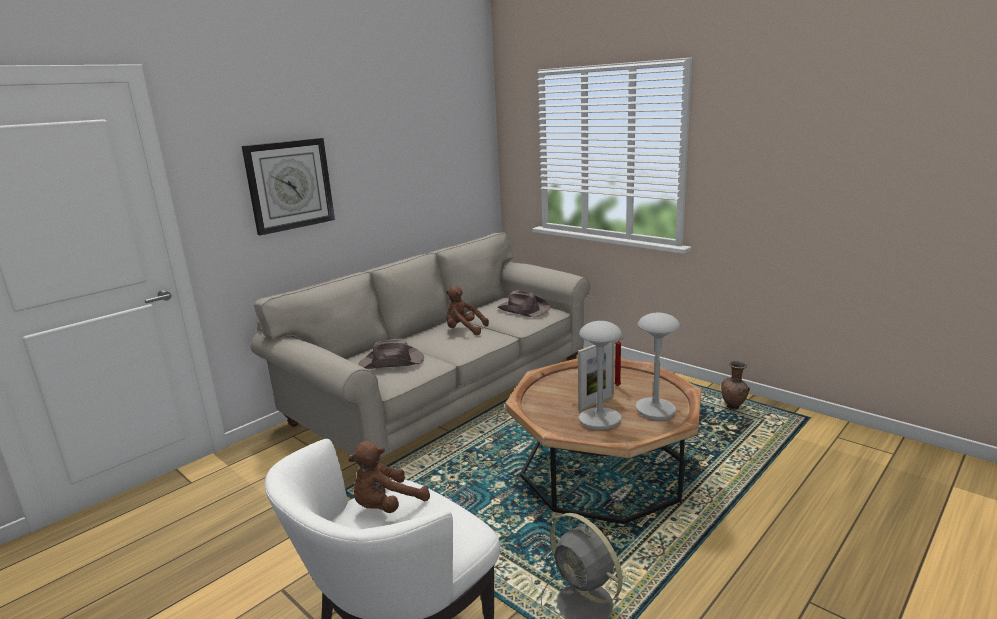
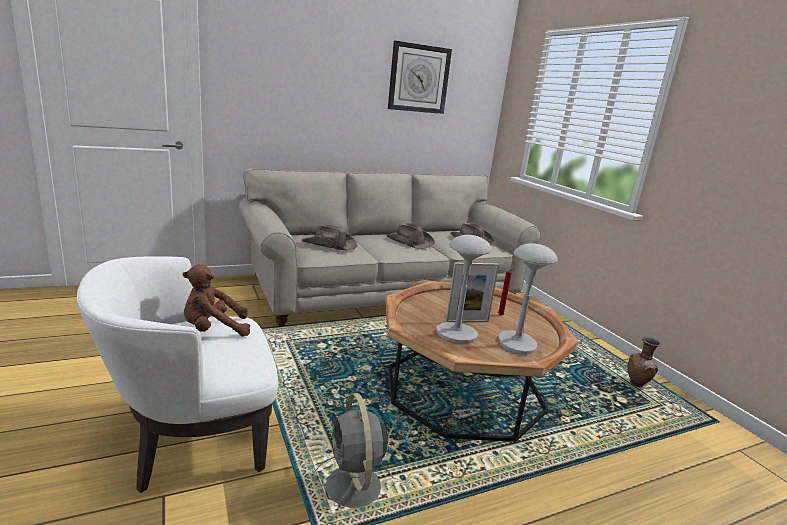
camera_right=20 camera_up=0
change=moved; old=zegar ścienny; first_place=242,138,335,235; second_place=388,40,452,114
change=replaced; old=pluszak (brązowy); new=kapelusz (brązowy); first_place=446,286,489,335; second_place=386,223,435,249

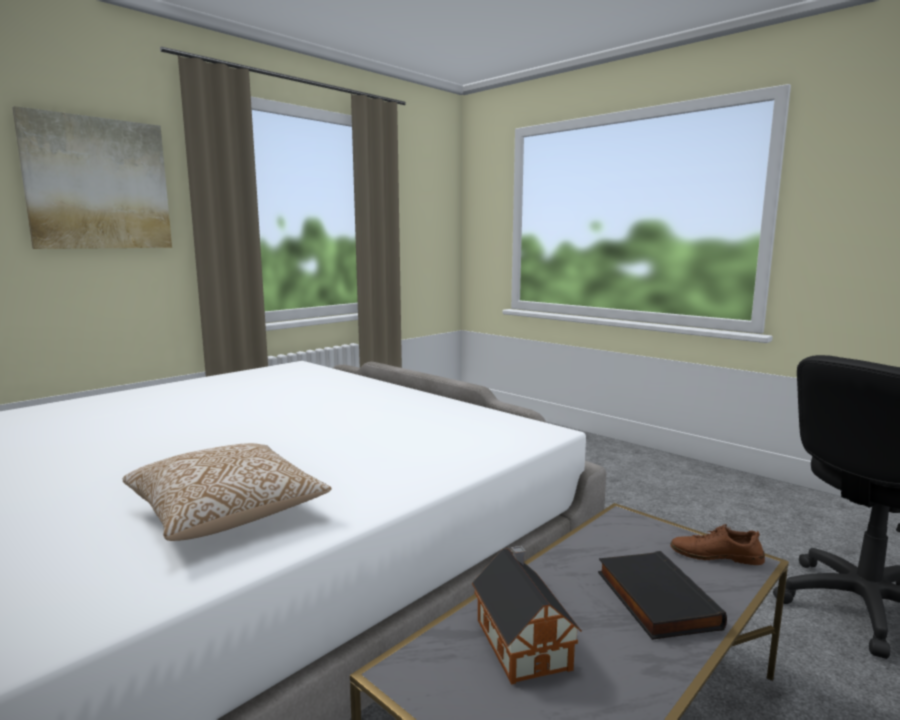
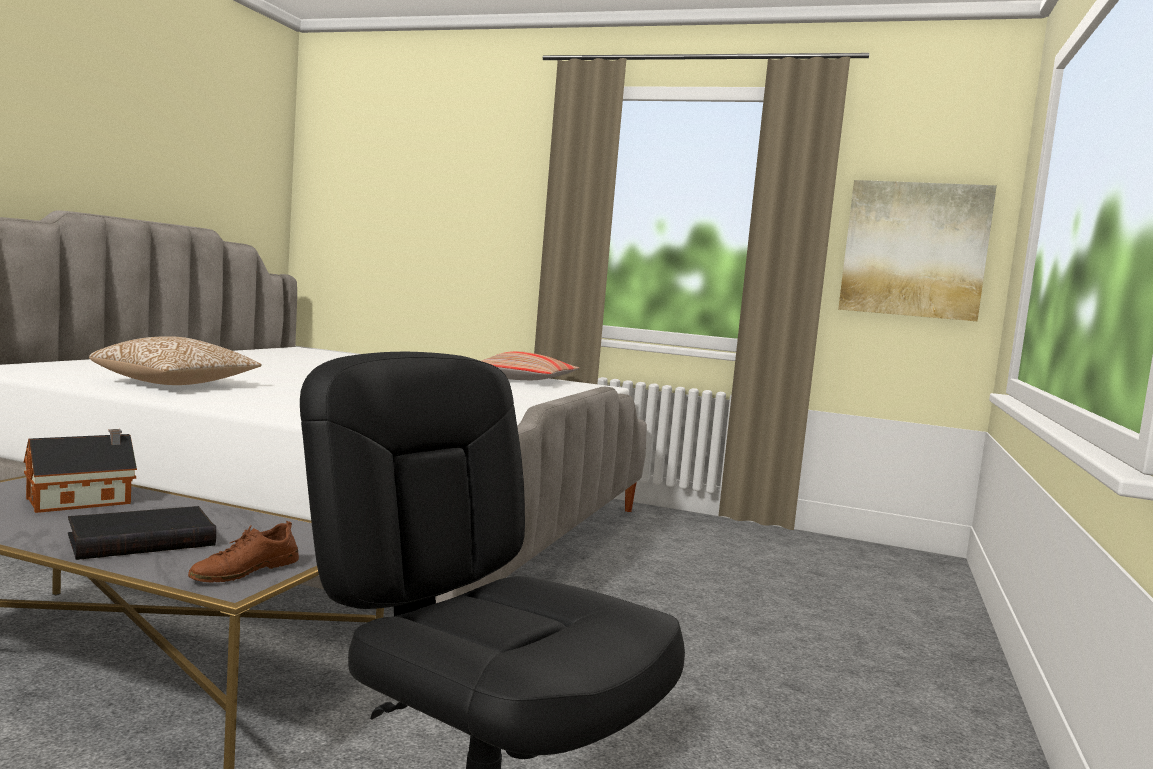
camera_right=65 camera_up=-5
change=moved; old=obraz; first_place=12,106,172,249; second_place=838,180,997,321
change=turned; old=but (brązowy); first_place=670,524,765,565; second_place=188,521,299,582; degrees=-135
change=added; new=poduszka; second_place=481,351,579,380

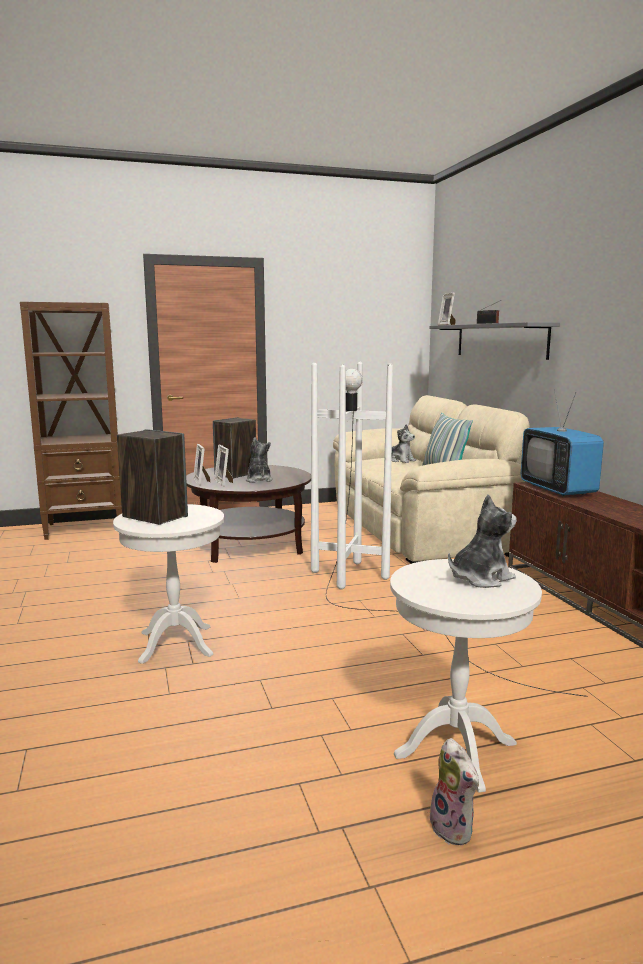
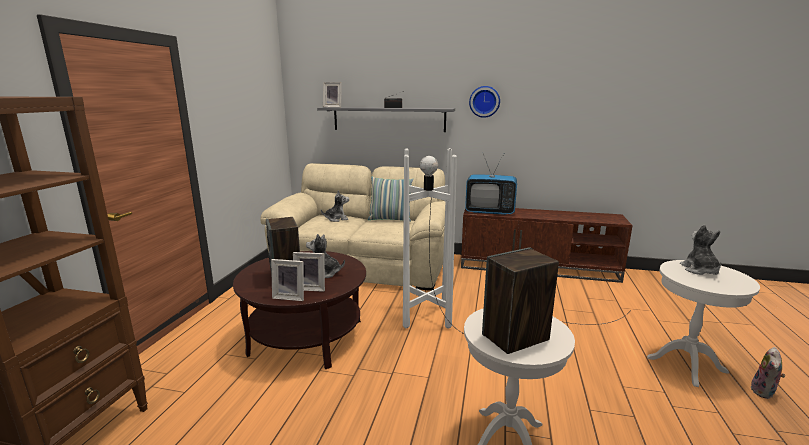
camera_right=-60 camera_up=5
change=turned; old=pluszak; first_place=430,738,479,845; second_place=750,347,785,399; degrees=120
change=added; new=zegar ścienny; second_place=469,86,500,118

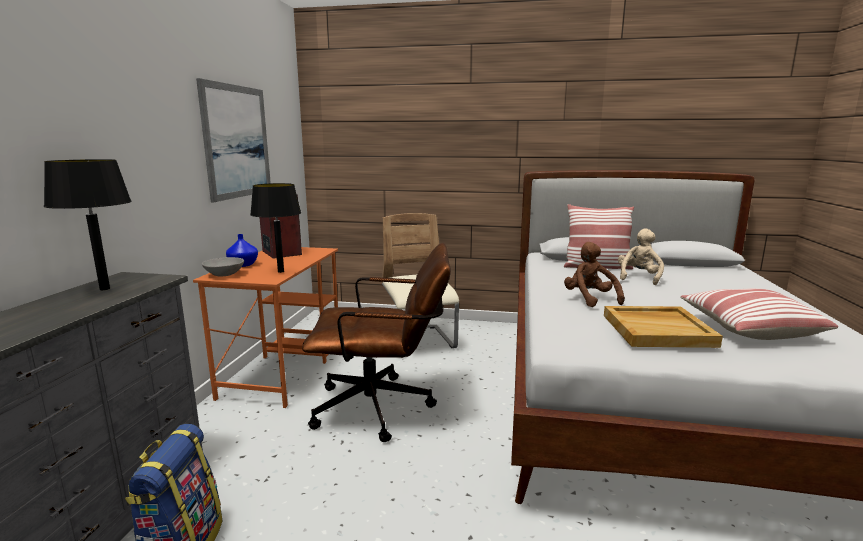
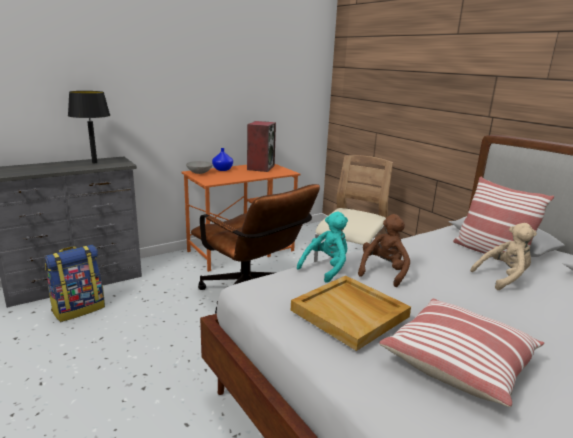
camera_right=45 camera_up=5
change=removed; old=obraz; first_place=196,78,271,202
change=removed; old=lampa stołowa (czarny); first_place=250,183,301,273
change=added; new=pluszak (turkusowy); second_place=297,211,348,283

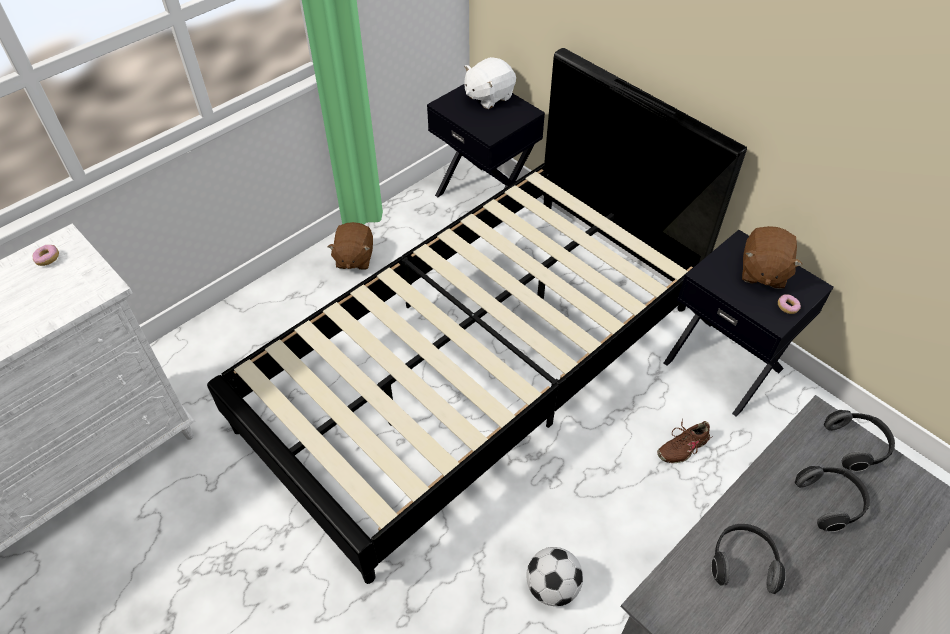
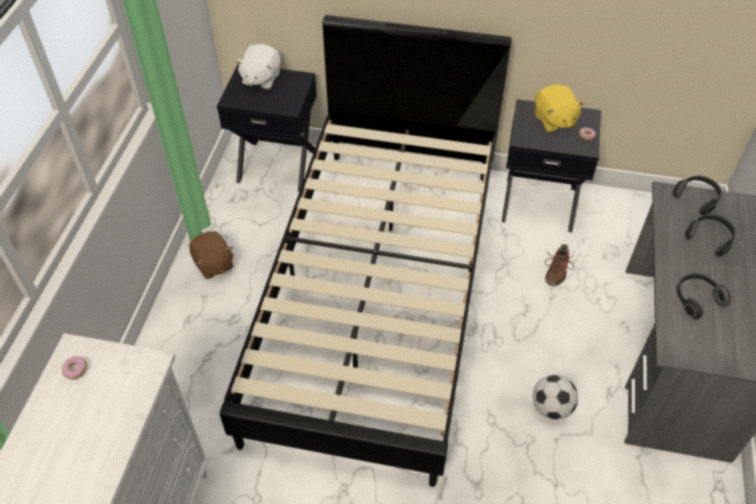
camera_right=-35 camera_up=0
change=recoloured; old=pluszak (brązowy); new=pluszak (żółty); first_place=742,226,802,289; second_place=535,84,585,133

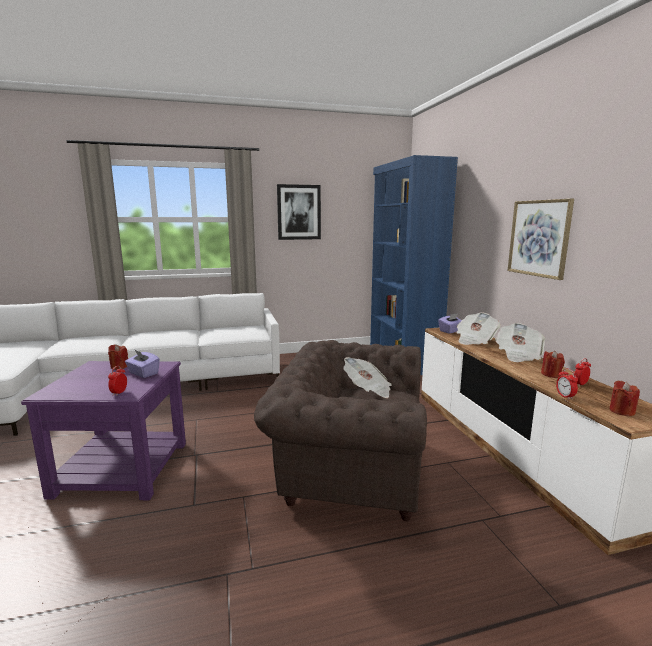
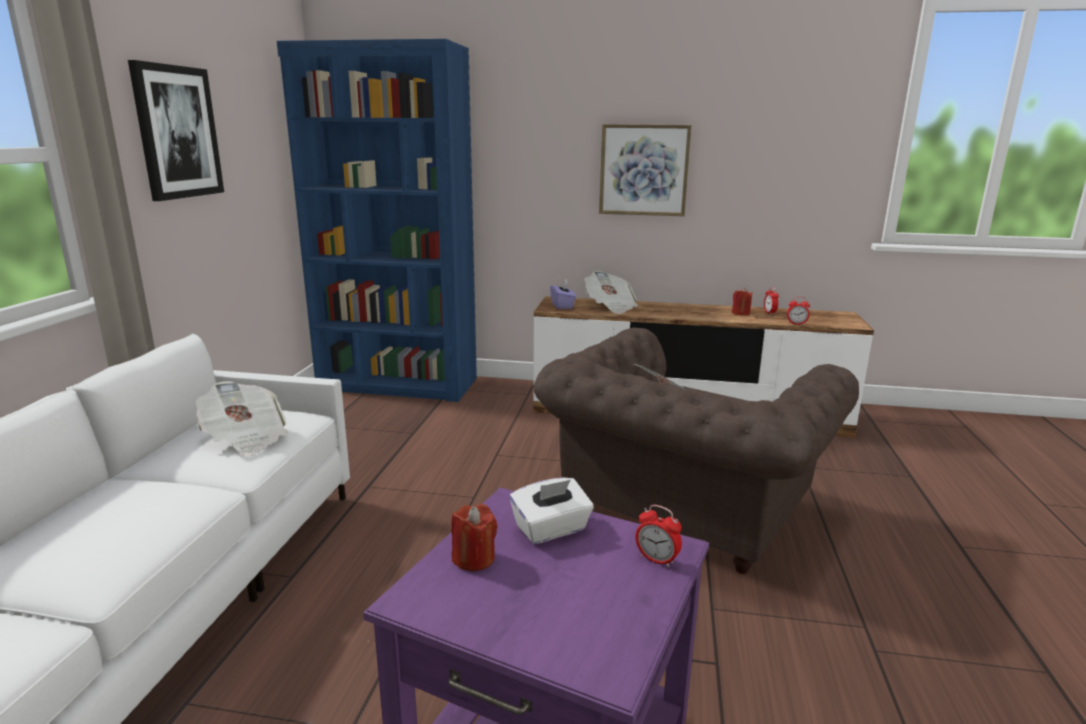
camera_right=-65 camera_up=5
change=moved; old=gazeta; first_place=495,323,546,362; second_place=196,381,288,456
change=recoloured; old=pudełko chusteczek (fioletowy); new=pudełko chusteczek (biały); first_place=125,349,160,378; second_place=510,478,594,544
change=removed; old=świeca (czerwony); first_place=609,381,640,416

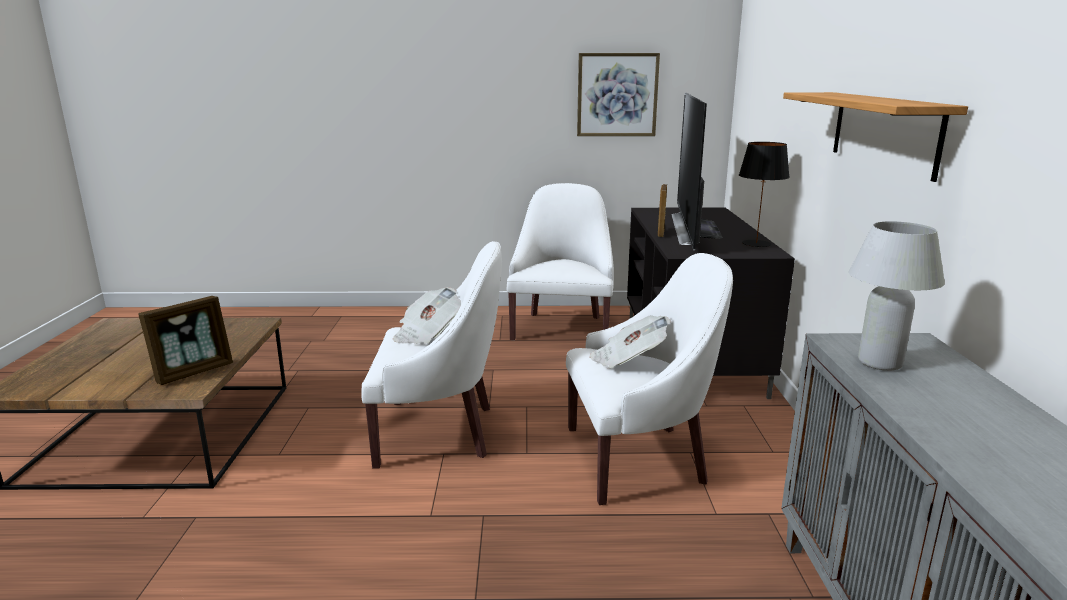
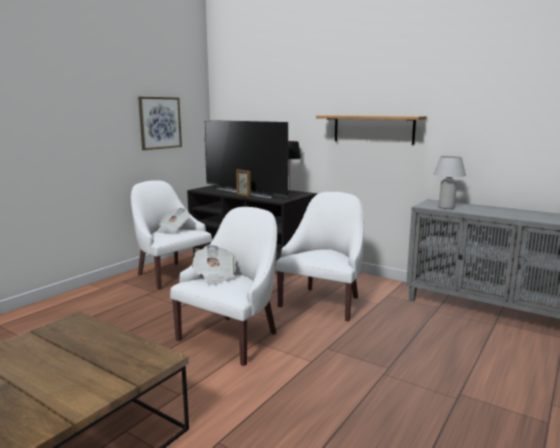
camera_right=-55 camera_up=-5
change=removed; old=ramka na zdjęcie; first_place=138,296,233,385
change=moved; old=gazeta; first_place=589,315,671,369; second_place=157,208,190,233

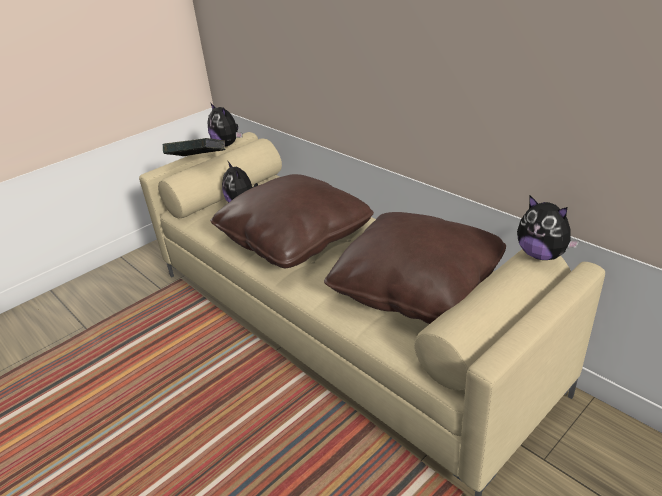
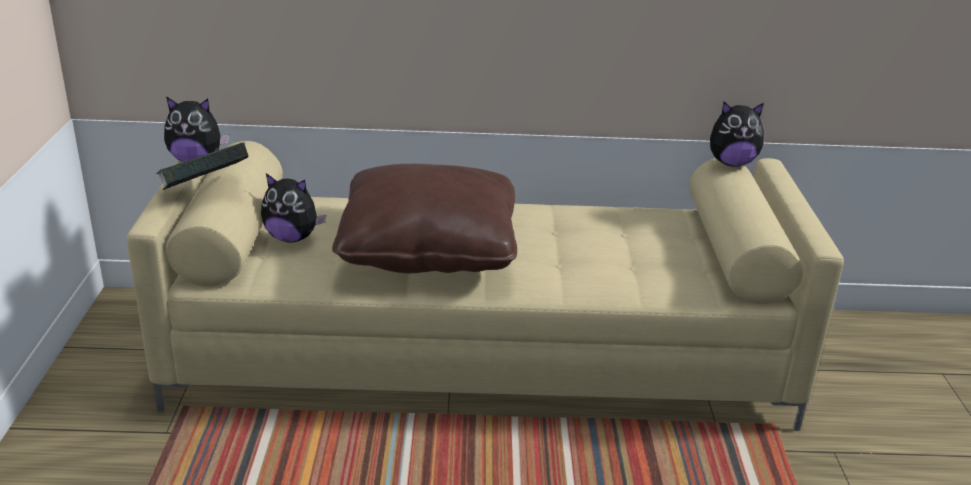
camera_right=-50 camera_up=-5
change=removed; old=poduszka (brązowy); first_place=324,212,506,324

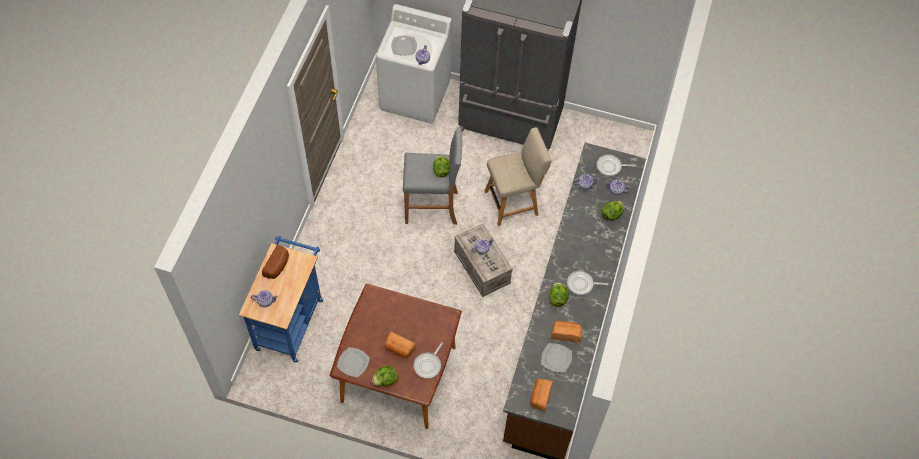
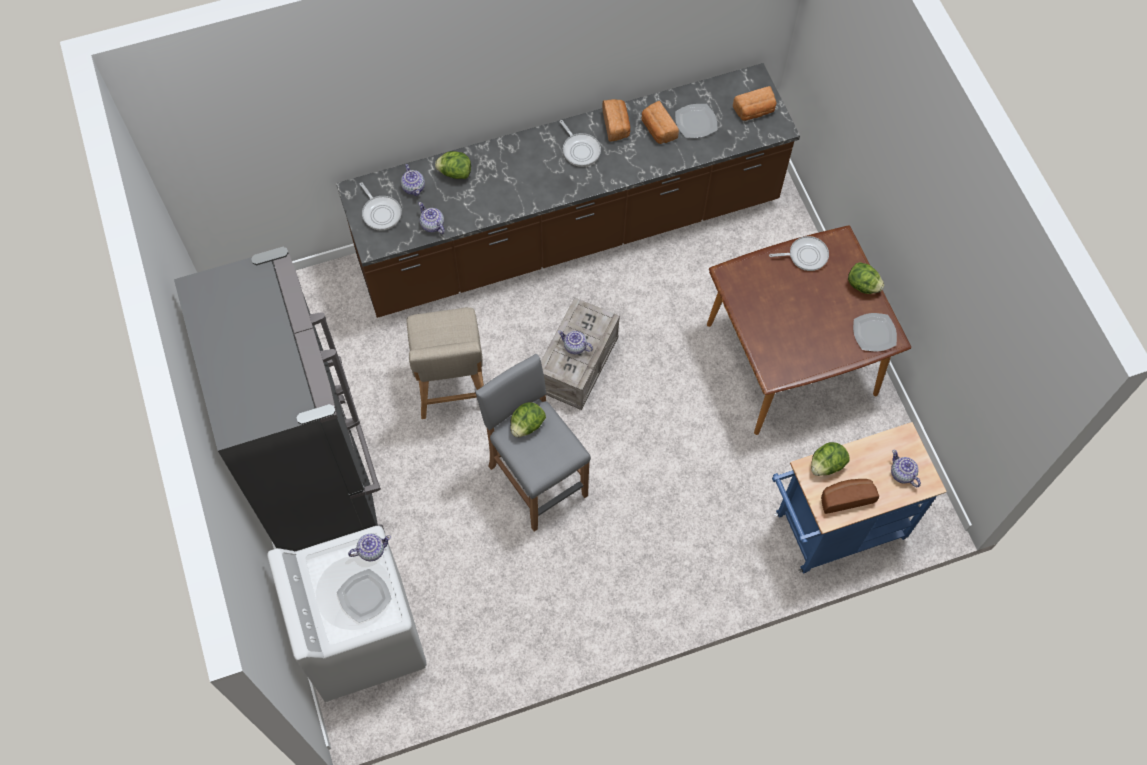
camera_right=-125 camera_up=5
change=turned; old=krzesło (beżowy); first_place=485,127,552,226; second_place=407,307,484,419; degrees=-135
change=moved; old=sałata; first_place=549,282,569,307; second_place=811,442,849,476
change=moved; old=chleb; first_place=385,332,416,359; second_place=603,99,630,142

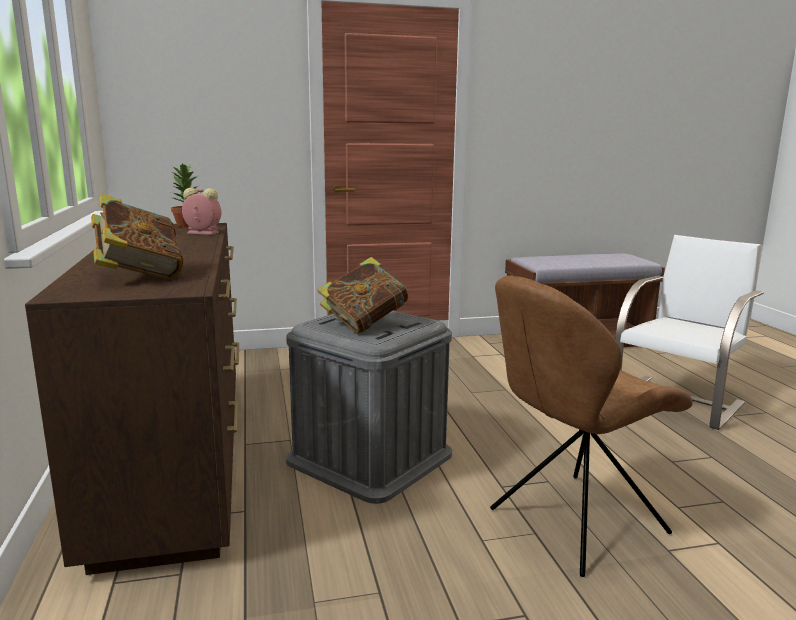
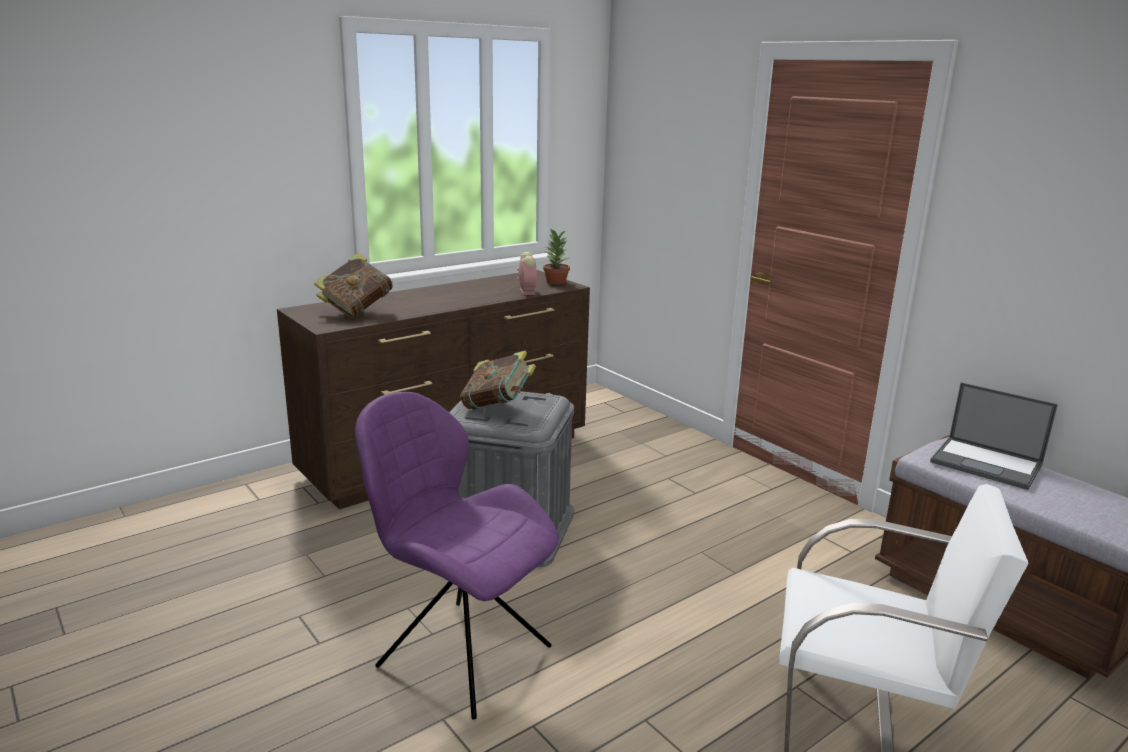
camera_right=65 camera_up=5
change=recoloured; old=krzesło (brązowy); new=krzesło (fioletowy); first_place=490,276,693,577; second_place=355,392,559,719
change=added; new=laptop; second_place=930,382,1058,490

